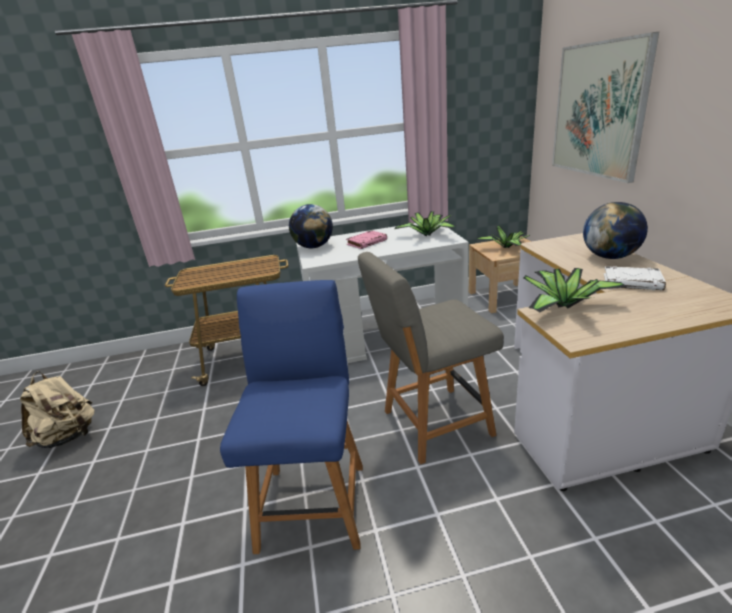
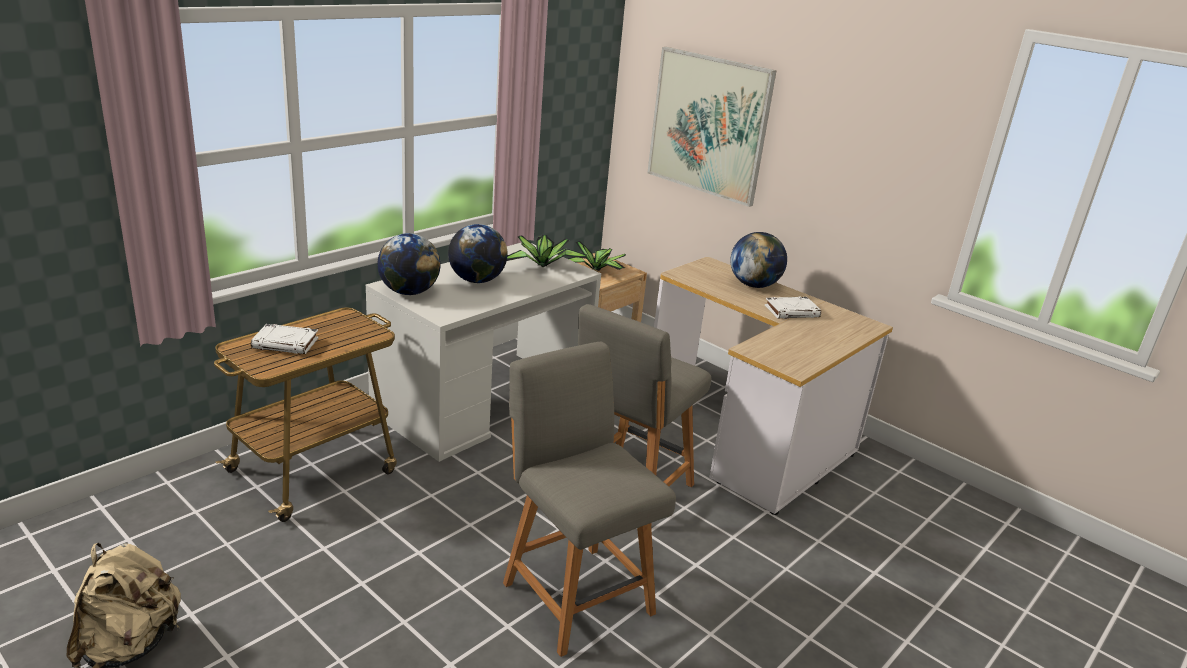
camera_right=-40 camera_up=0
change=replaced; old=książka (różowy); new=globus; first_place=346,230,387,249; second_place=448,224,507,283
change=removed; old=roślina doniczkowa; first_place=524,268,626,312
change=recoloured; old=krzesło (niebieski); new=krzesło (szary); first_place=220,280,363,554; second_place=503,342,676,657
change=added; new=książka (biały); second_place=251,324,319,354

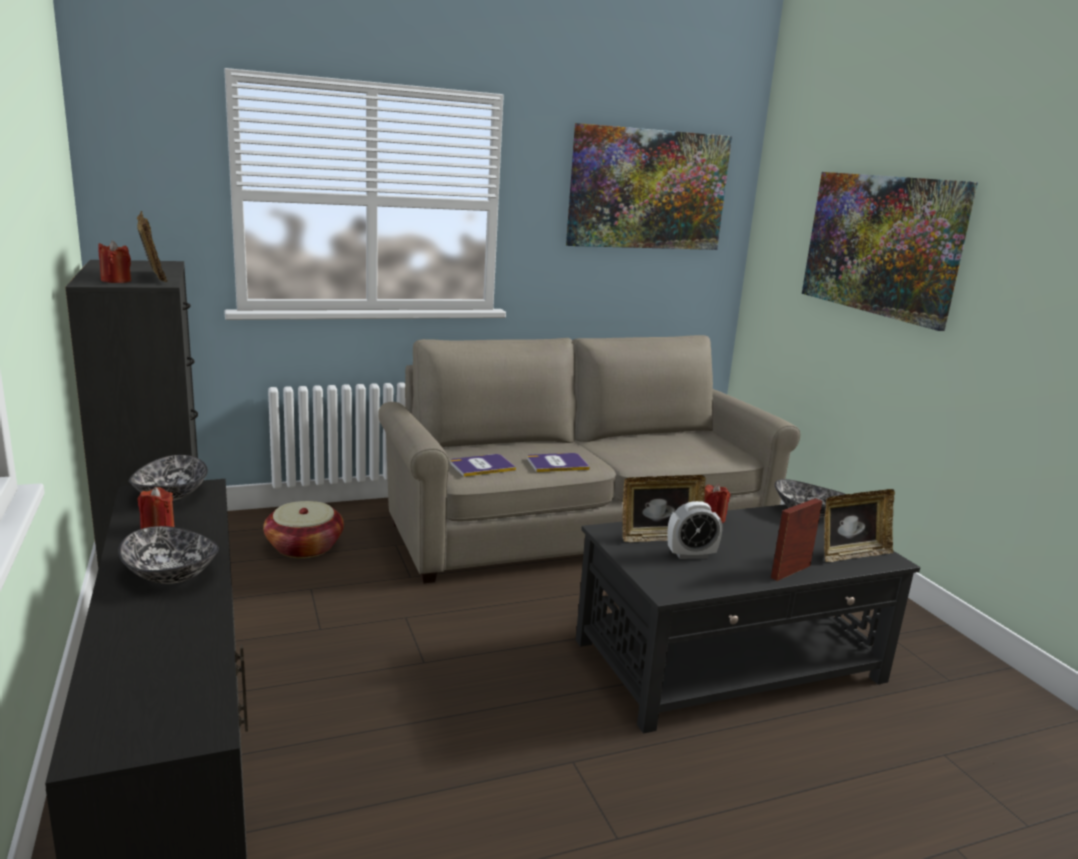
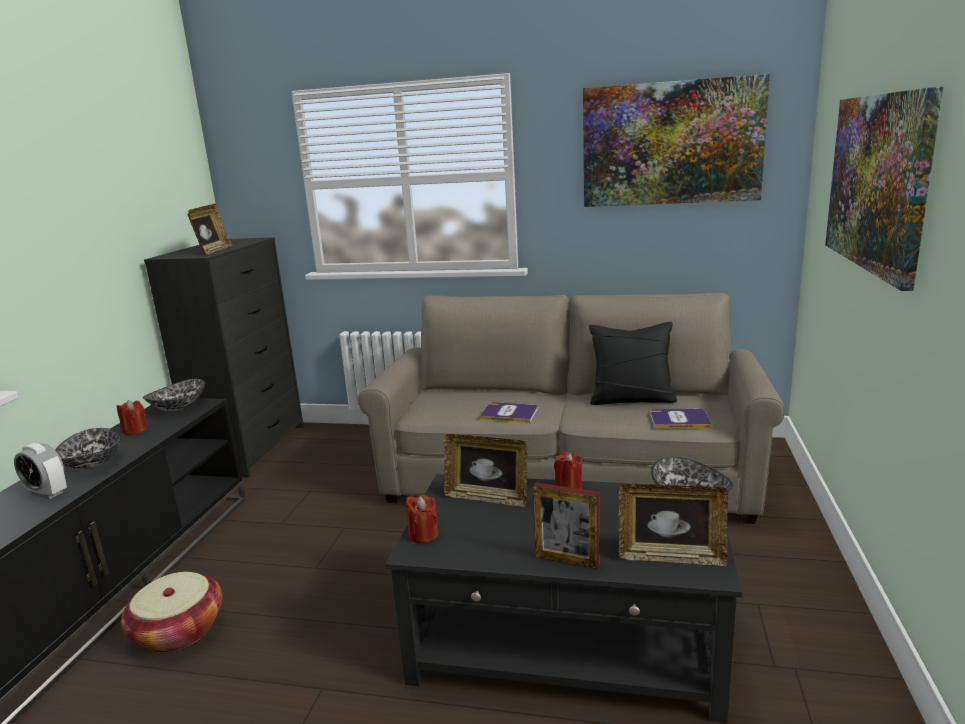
camera_right=35 camera_up=0
change=moved; old=świeca (czerwony); first_place=98,240,131,283; second_place=406,495,438,543
change=moved; old=książka; first_place=450,454,516,477; second_place=650,409,712,428
change=turned; old=ramka na zdjęcie; first_place=771,498,822,581; second_place=533,482,599,569; degrees=-150
change=moved; old=koszyk; first_place=263,501,344,558; second_place=121,572,222,653
change=moved; old=budzik; first_place=667,501,722,559; second_place=14,443,67,499
change=added; new=poduszka (czarny); second_place=589,322,677,405

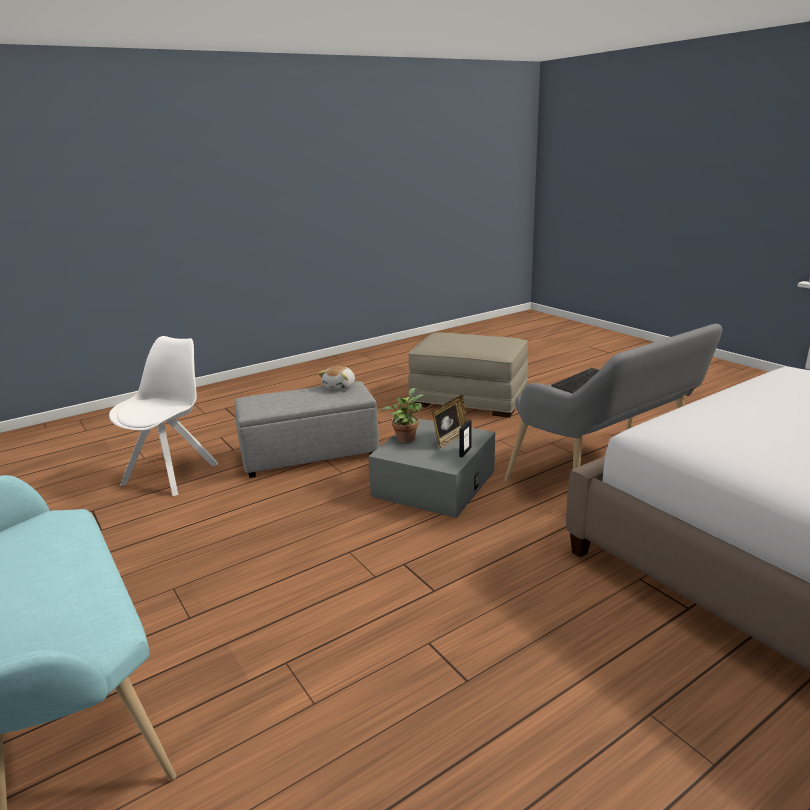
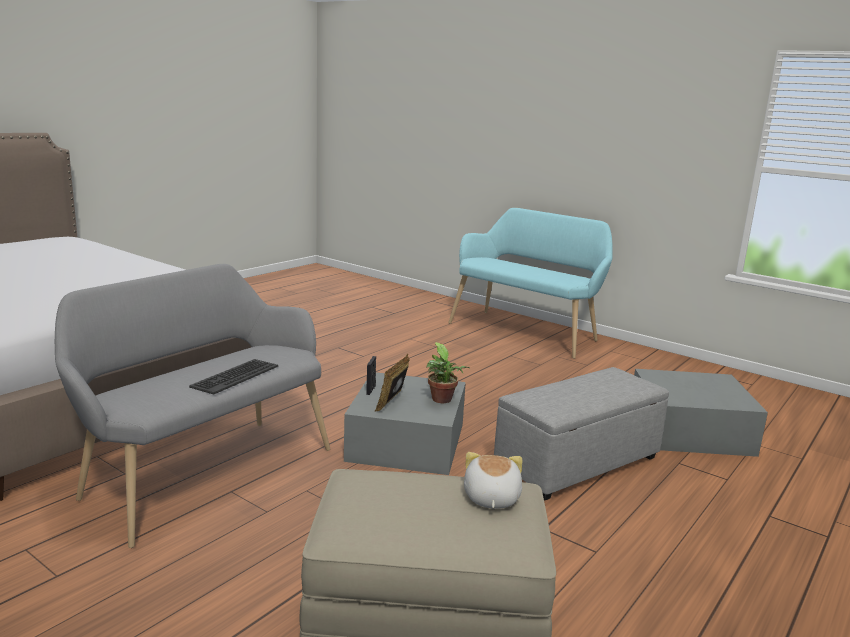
camera_right=160 camera_up=-5
change=replaced; old=krzesło (biały); new=pojemnik do przechowywania (szary); first_place=109,336,218,496; second_place=634,369,768,457
change=moved; old=pluszak; first_place=318,366,355,390; second_place=464,452,522,509

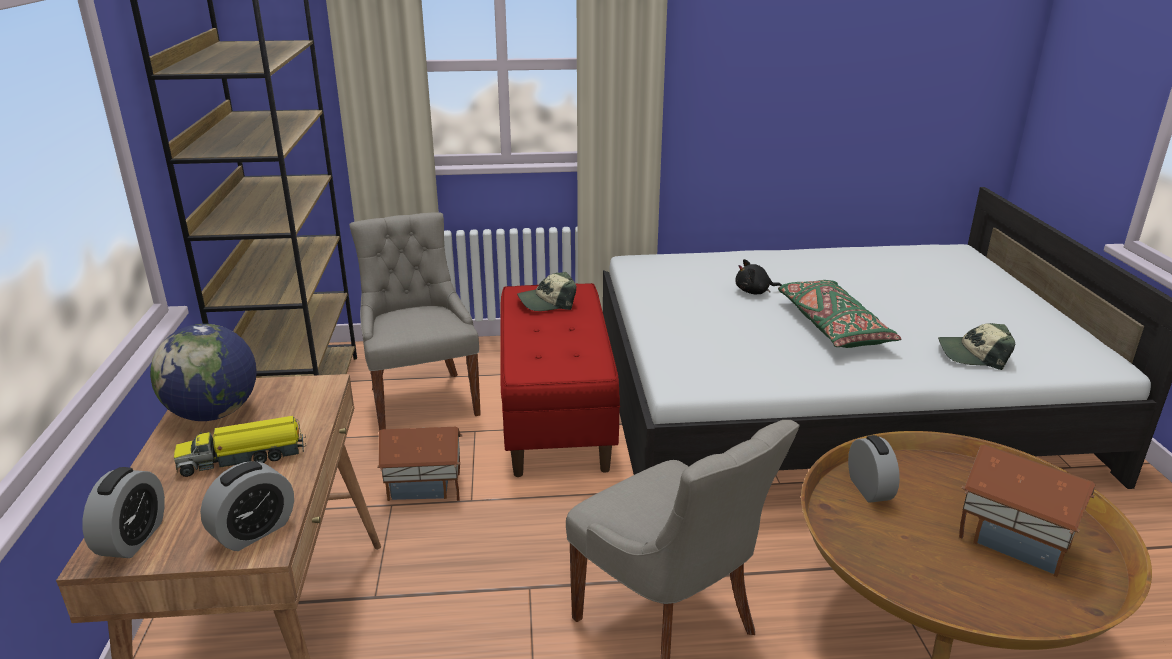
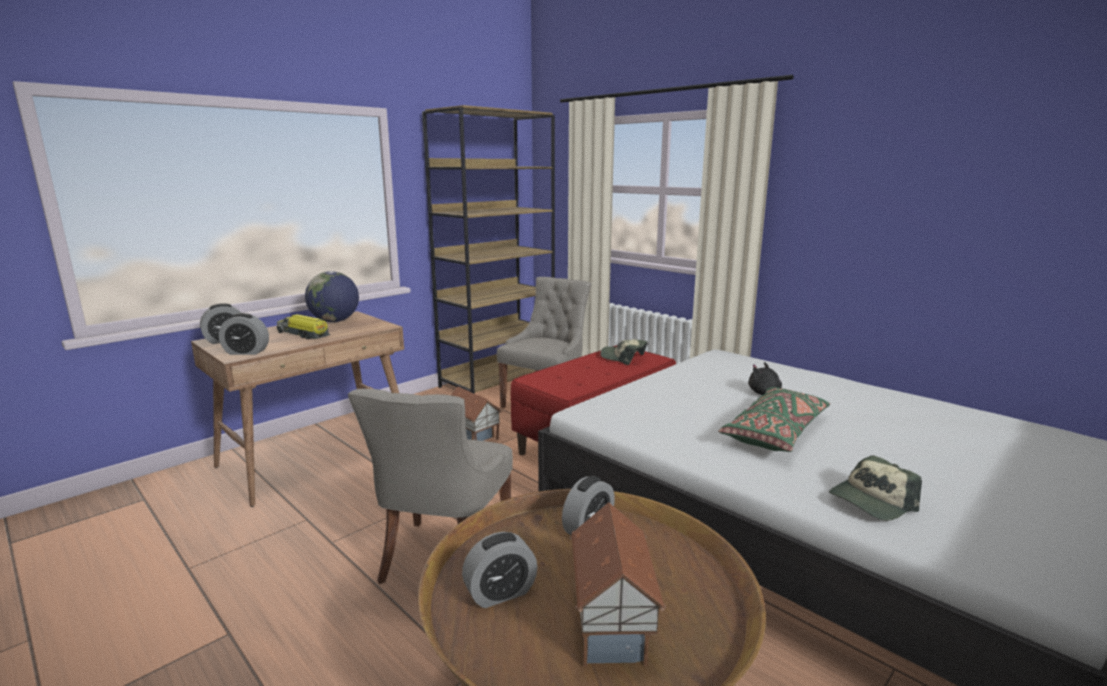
camera_right=50 camera_up=-10
change=turned; old=czapka z daszkiem; first_place=938,323,1015,370; second_place=829,455,922,521; degrees=-90
change=added; new=budzik; second_place=462,532,538,608

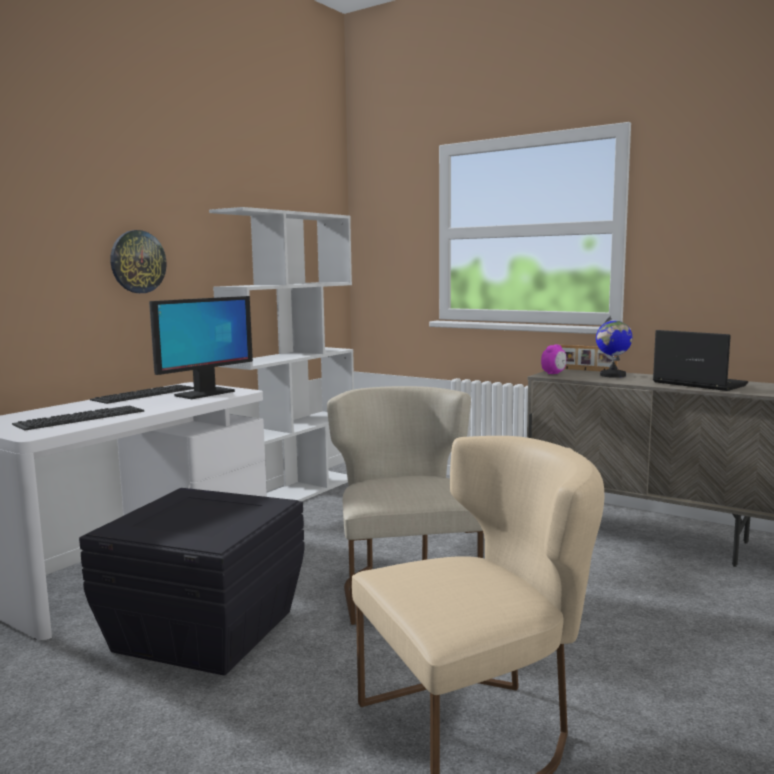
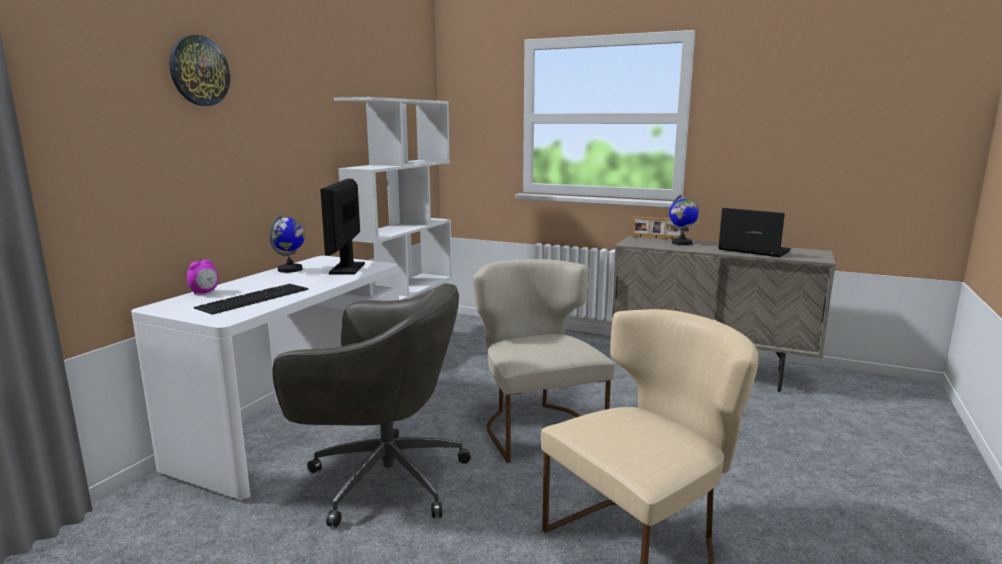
camera_right=-10 camera_up=5
change=moved; old=zegar ścienny; first_place=110,230,166,293; second_place=169,35,230,106
change=turned; old=monitor; first_place=149,296,253,399; second_place=320,179,365,275; degrees=150
change=moved; old=budzik; first_place=541,345,566,375; second_place=187,260,219,295
change=replaced; old=klawiatura; new=globus; first_place=90,385,194,404; second_place=269,214,305,273
change=replaced; old=pojemnik do przechowywania (czarny); new=krzesło biurowe (szary); first_place=79,488,305,676; second_place=272,283,471,527

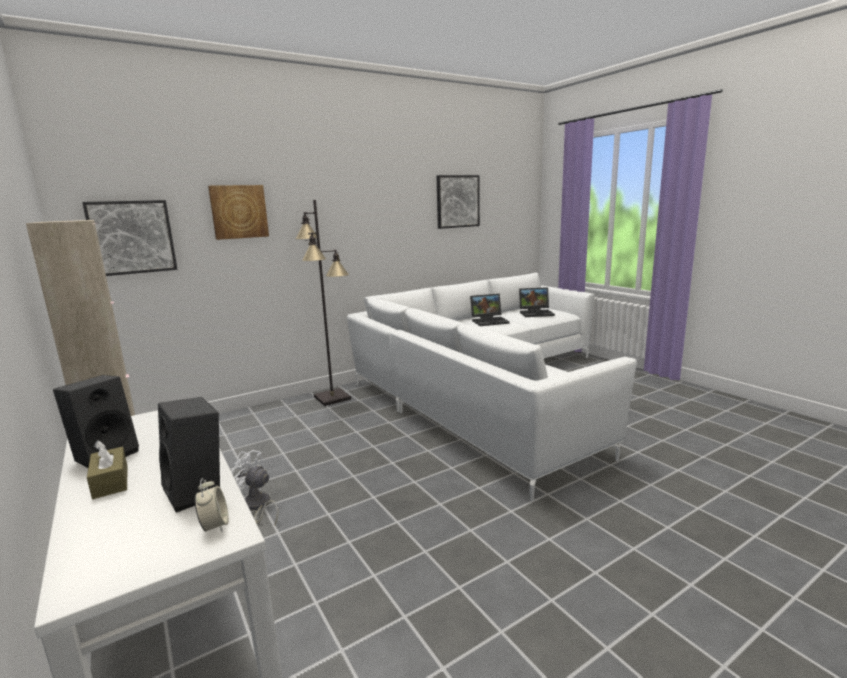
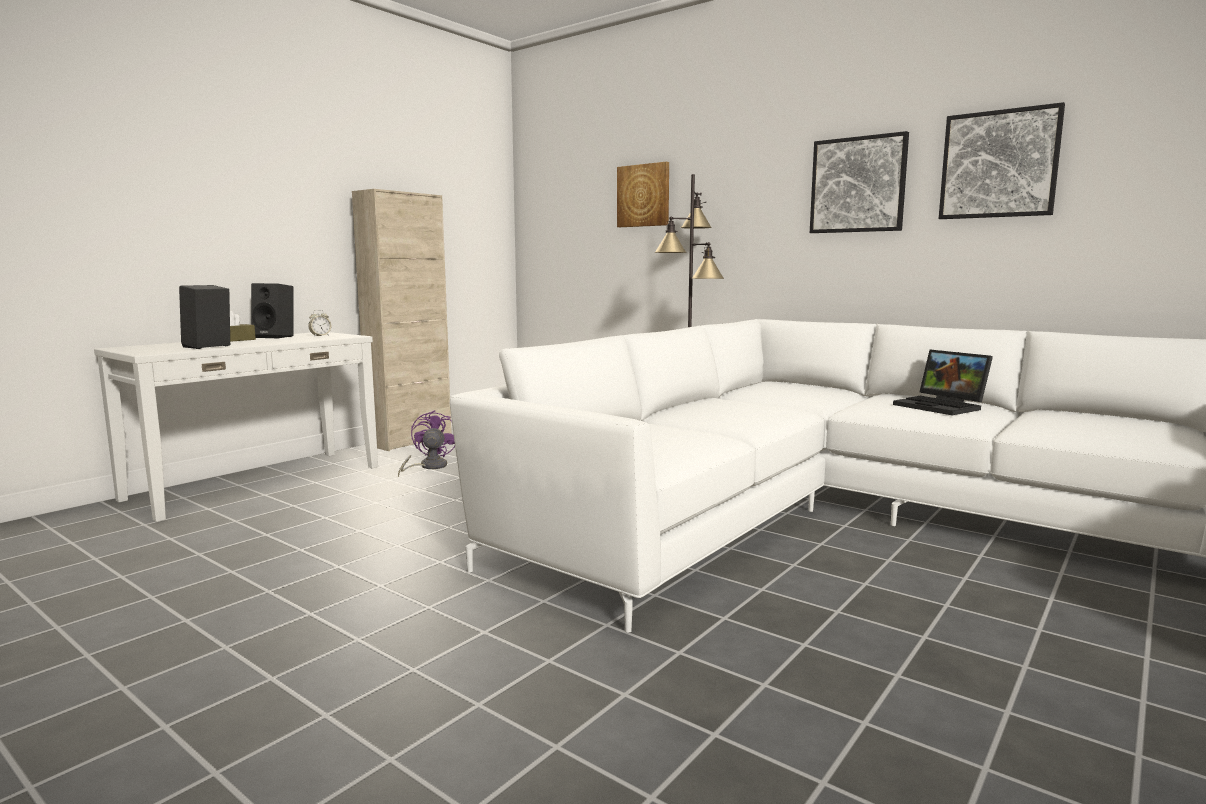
camera_right=70 camera_up=-5
change=moved; old=obraz; first_place=82,200,178,276; second_place=810,131,909,233
change=removed; old=laptop; first_place=519,287,555,317
change=recoloured; old=wentylator (biały); new=wentylator (fioletowy); first_place=231,450,278,525; second_place=398,410,455,477
change=moved; old=budzik; first_place=195,478,229,532; second_place=308,310,331,337

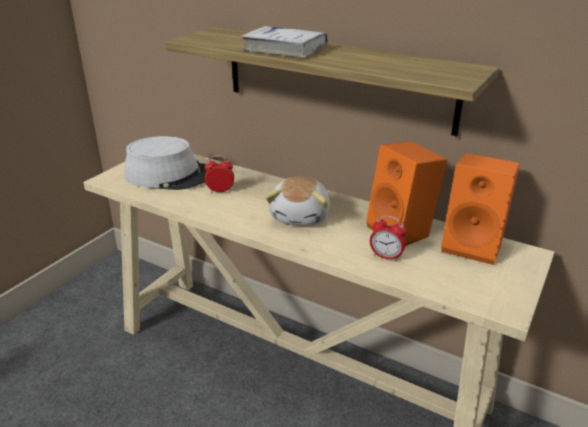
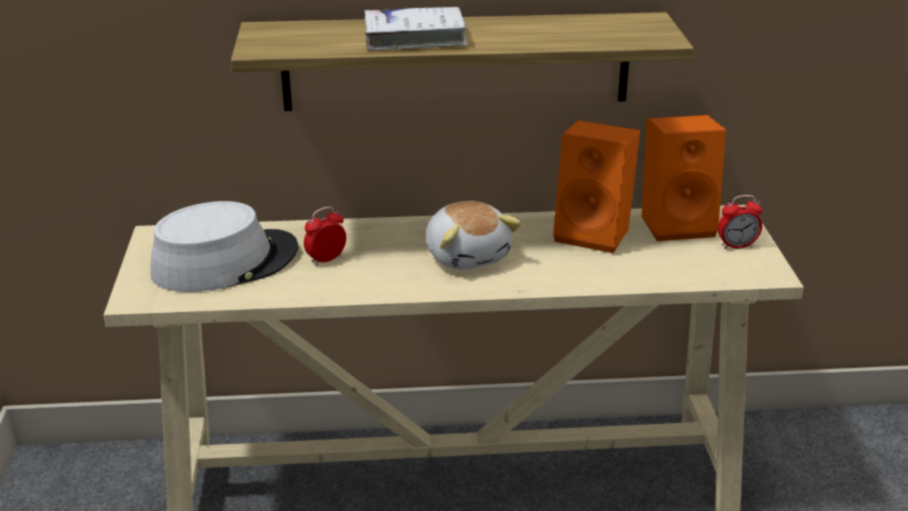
camera_right=-35 camera_up=0
change=moved; old=budzik; first_place=370,215,406,261; second_place=718,195,763,249

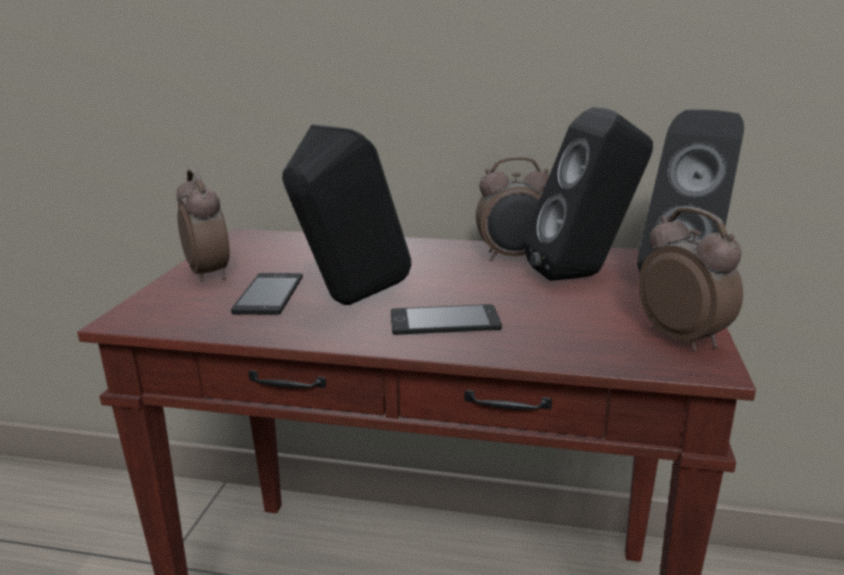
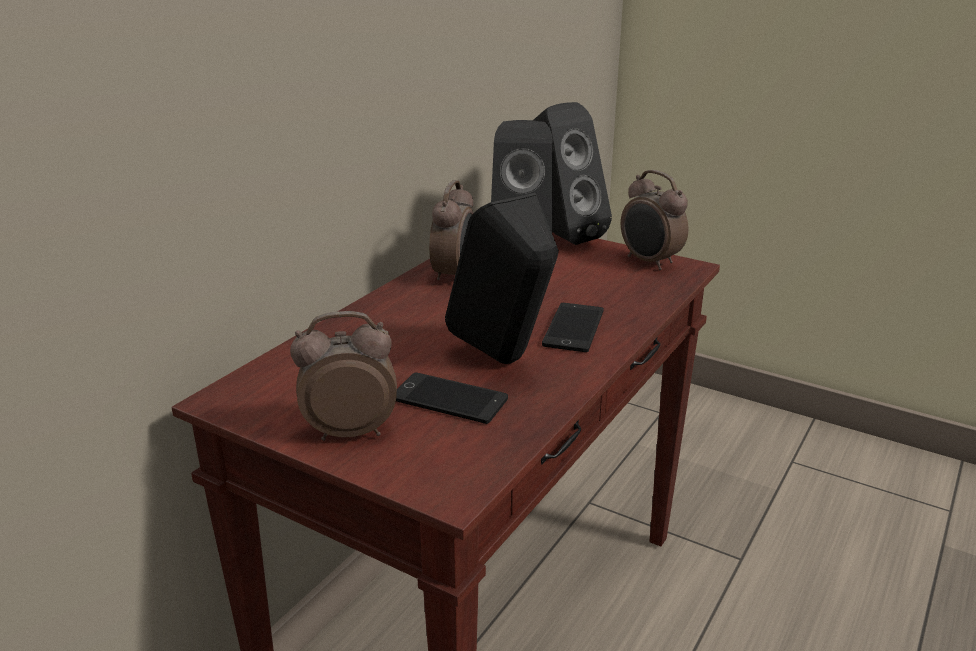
camera_right=-70 camera_up=5
change=turned; old=budzik; first_place=638,207,743,351; second_place=621,170,689,270; degrees=-120

